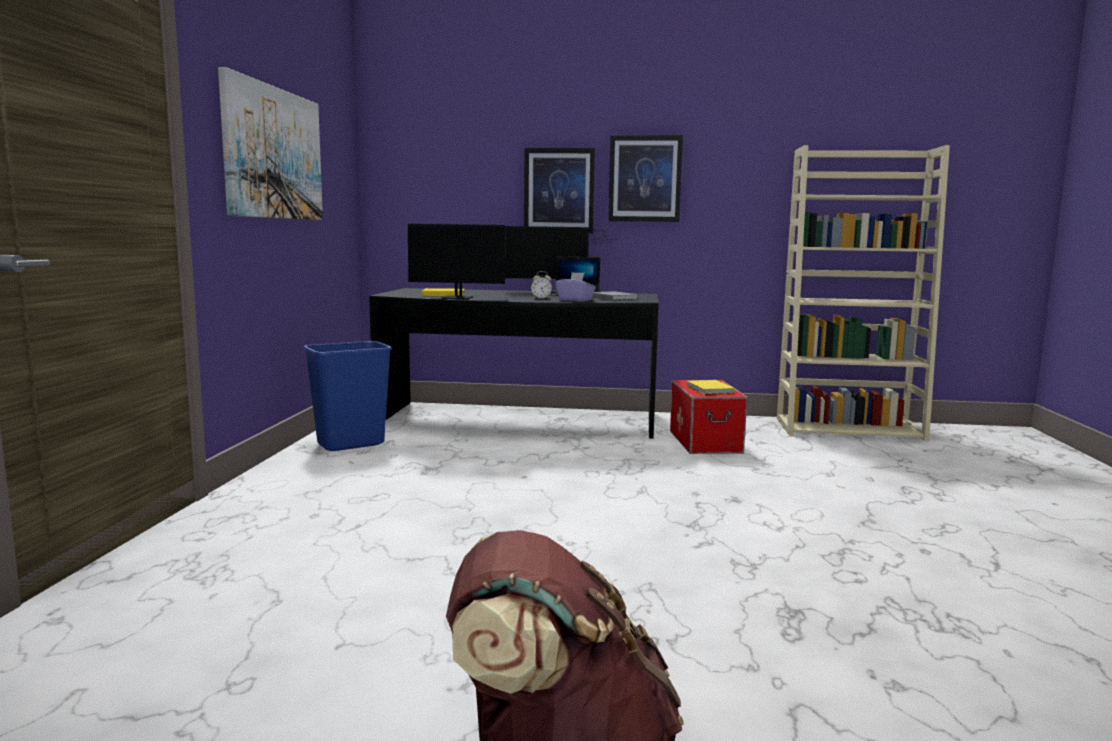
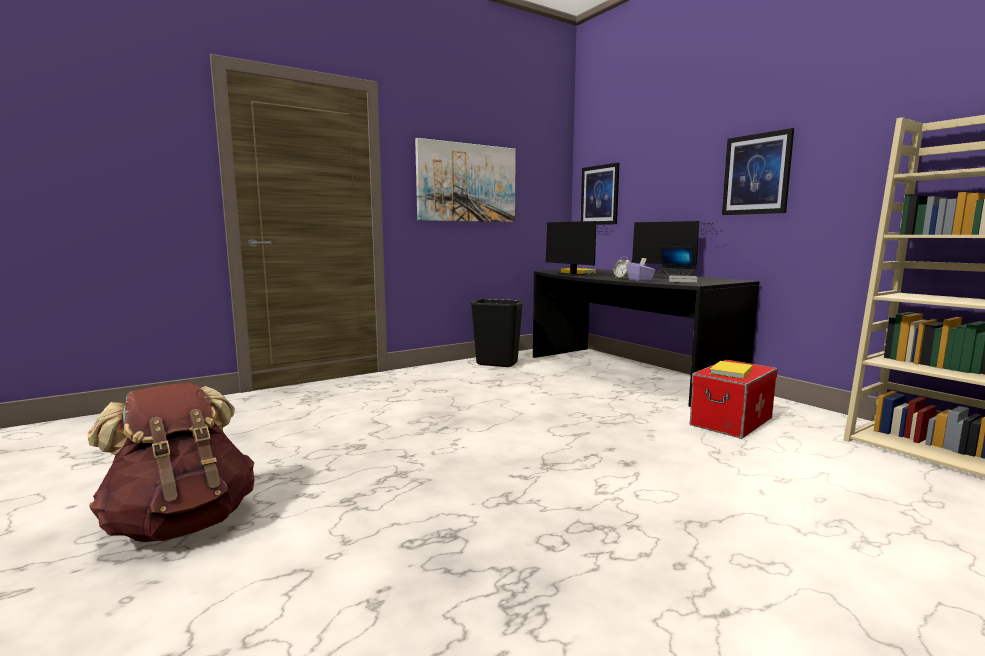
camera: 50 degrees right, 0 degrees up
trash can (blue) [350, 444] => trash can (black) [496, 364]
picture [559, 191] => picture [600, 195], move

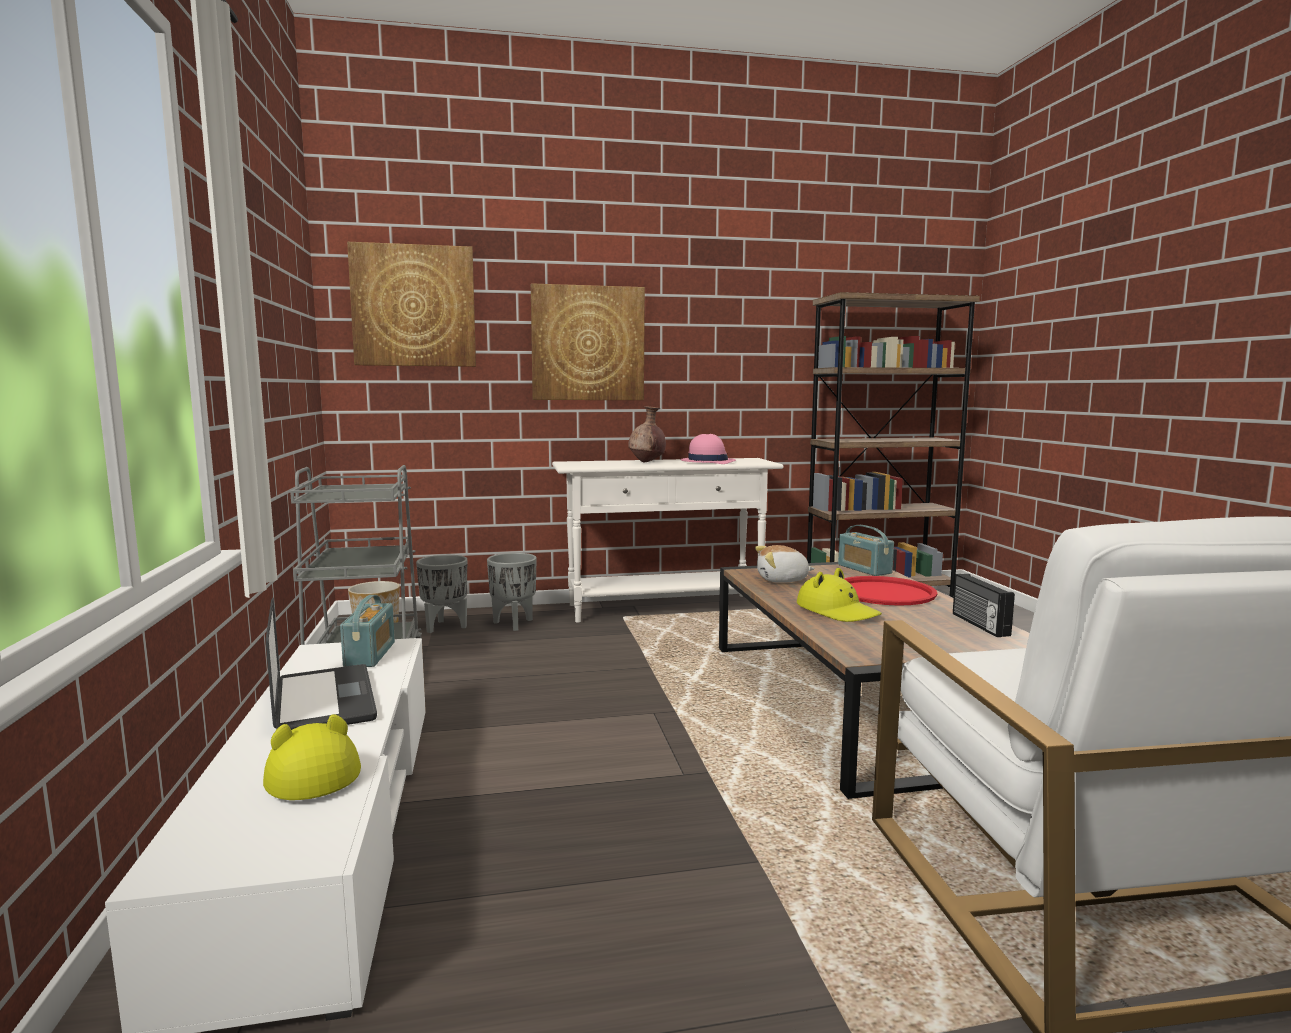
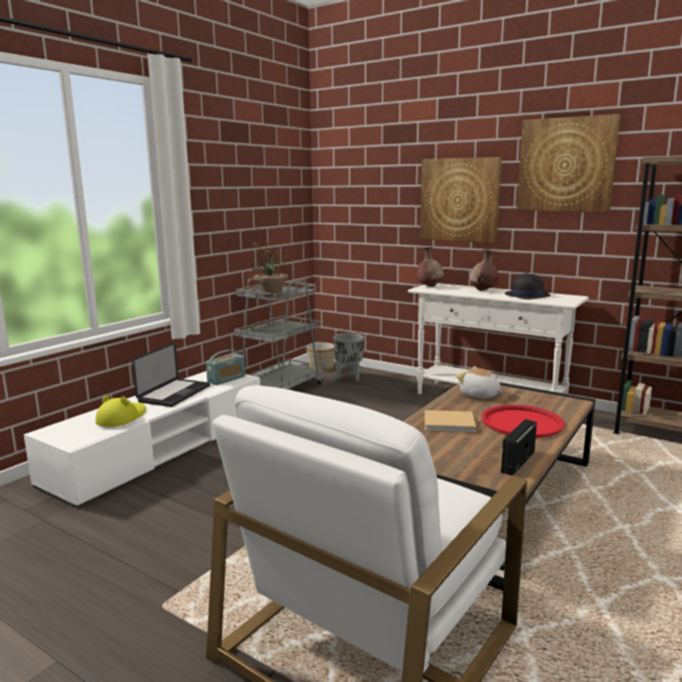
camera: 45 degrees right, 5 degrees up
nothing => potted plant [270, 295]
nothing => vase (brown) [429, 286]
hat (yellow) [837, 611] => book (beige) [450, 423]
hat (pink) [707, 461] => hat (black) [527, 295]
picture [414, 306] => picture [566, 165], move
planter (grey) [514, 624] => nothing
radio [864, 569] => nothing

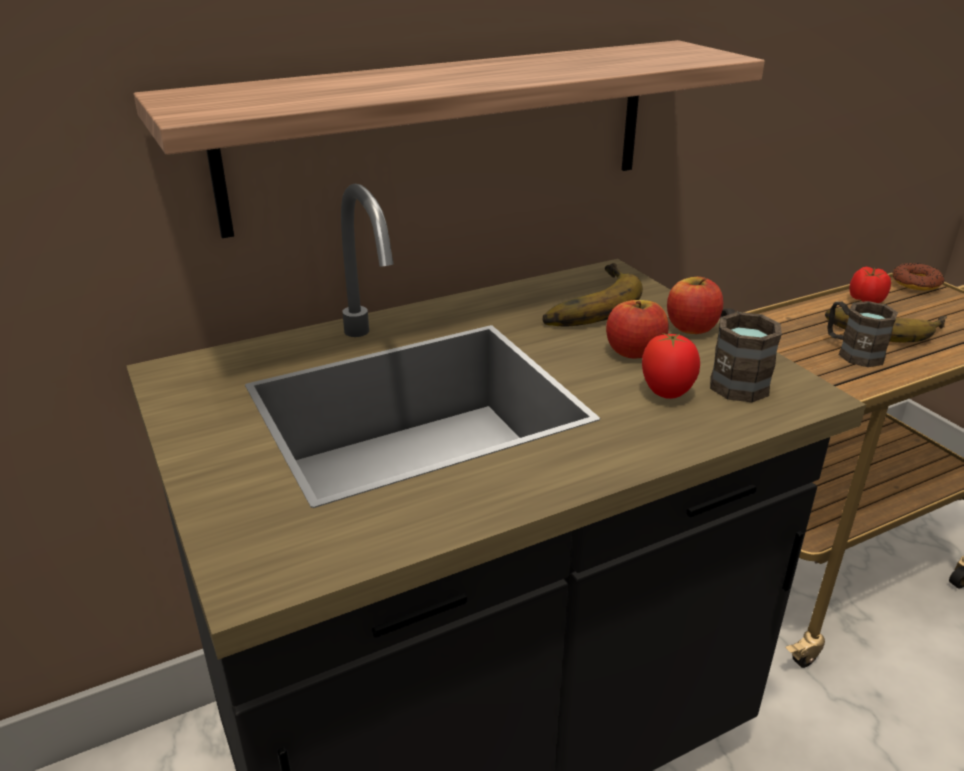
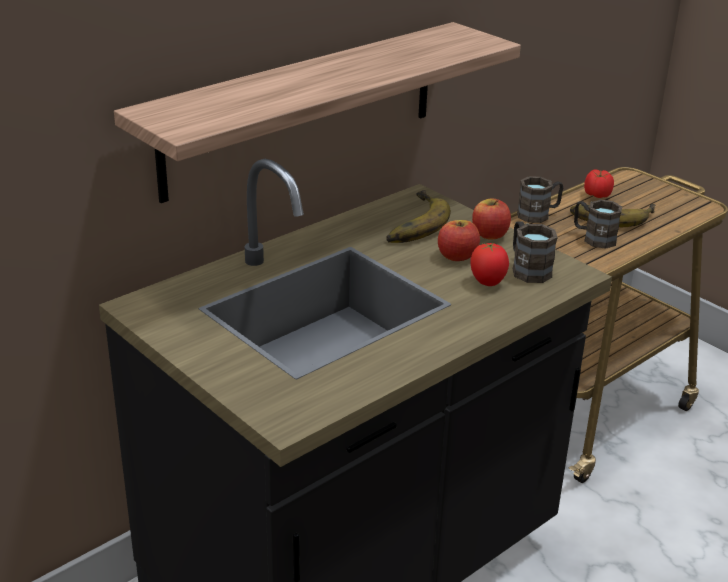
camera: 15 degrees left, 0 degrees up
nothing => mug (brown) [539, 214]
donut [915, 283] => nothing

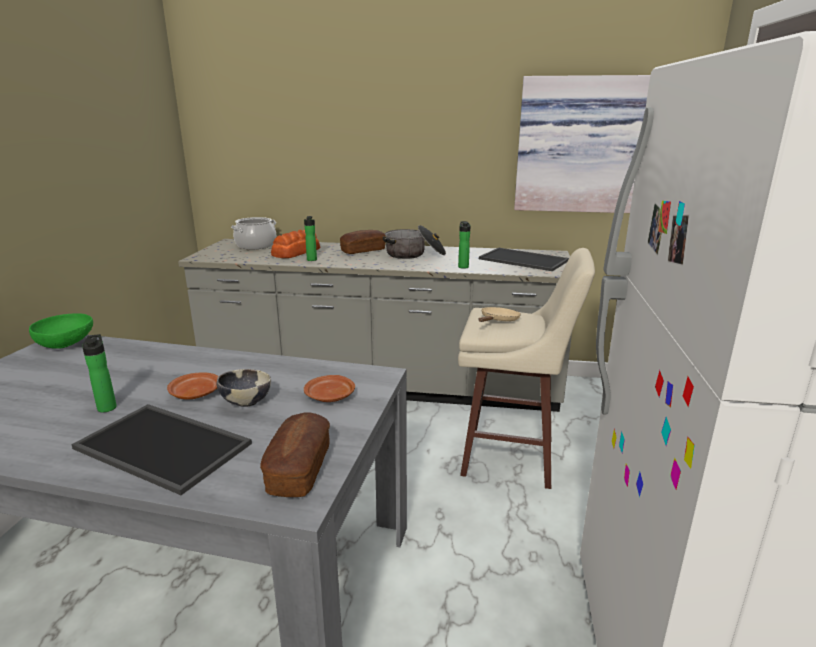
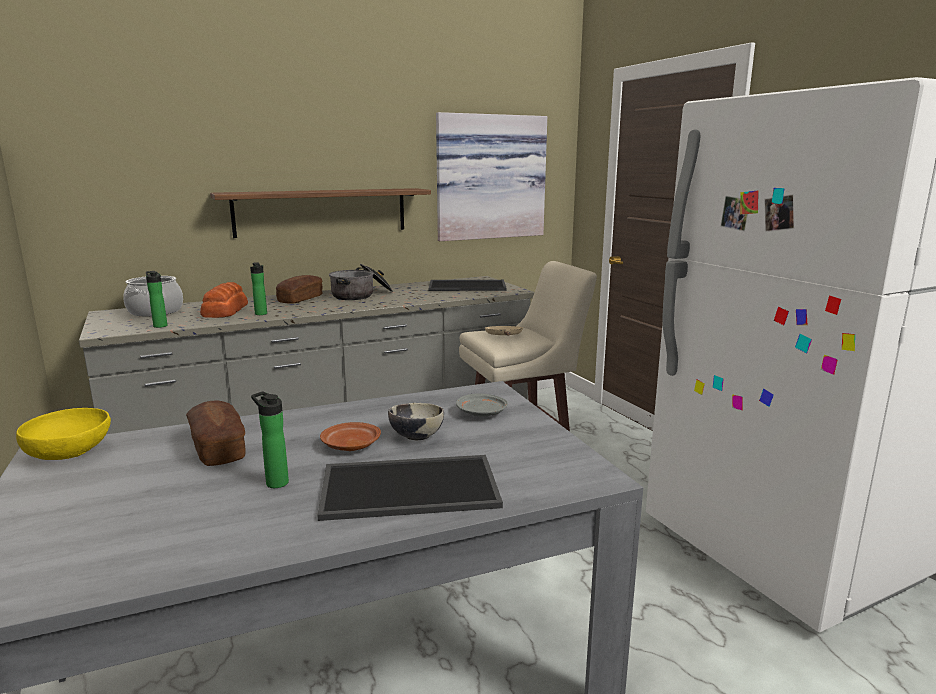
camera: 35 degrees left, 5 degrees down
bowl (green) [67, 344] => bowl (yellow) [70, 452]
bottle [463, 266] => bottle [160, 325], move
bread [299, 469] => bread [218, 448], move
nothing => shelf [321, 212]
plate (brown) [330, 397] => plate (grey) [482, 413]

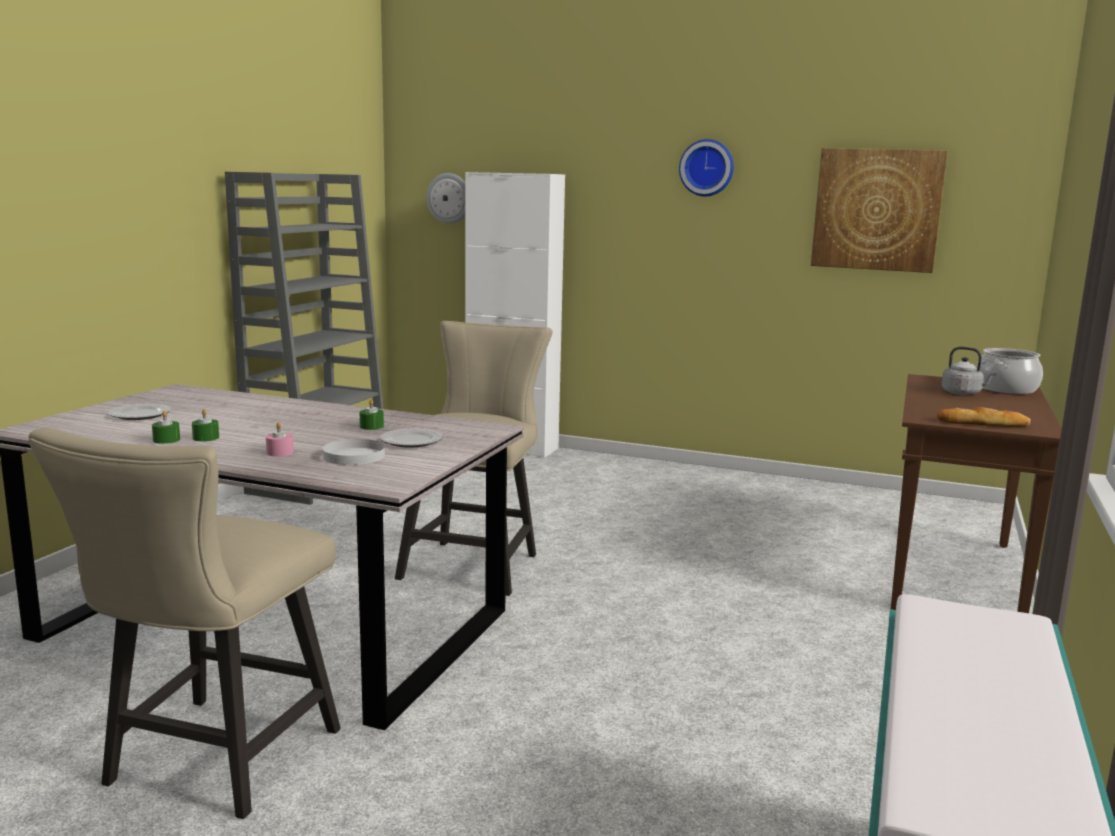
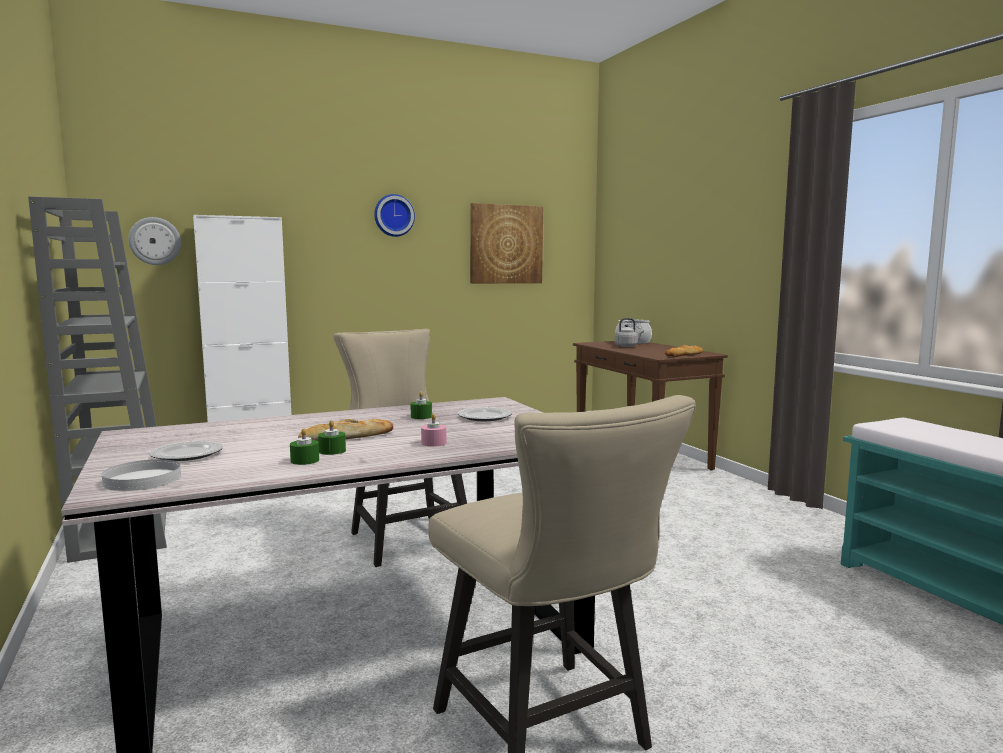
camera: 45 degrees left, 5 degrees down
plate (white) [354, 456] => plate (white) [143, 479], move
nothing => bread [346, 437]

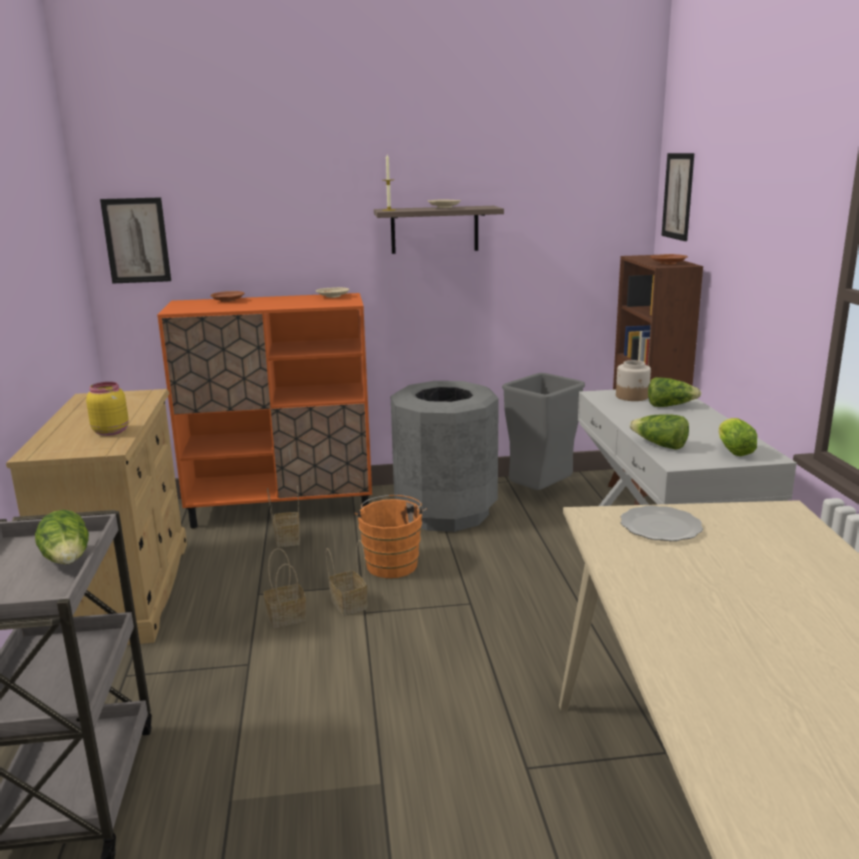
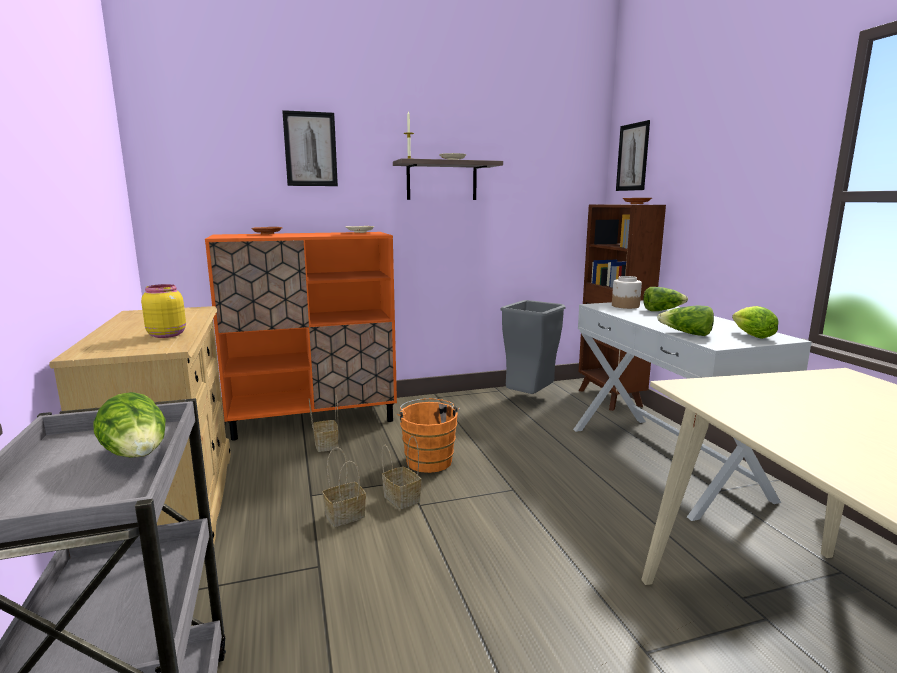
camera: 10 degrees left, 5 degrees down
picture [136, 240] => picture [310, 149], move
trash can (grey) [446, 512] => nothing
plate [659, 527] => nothing

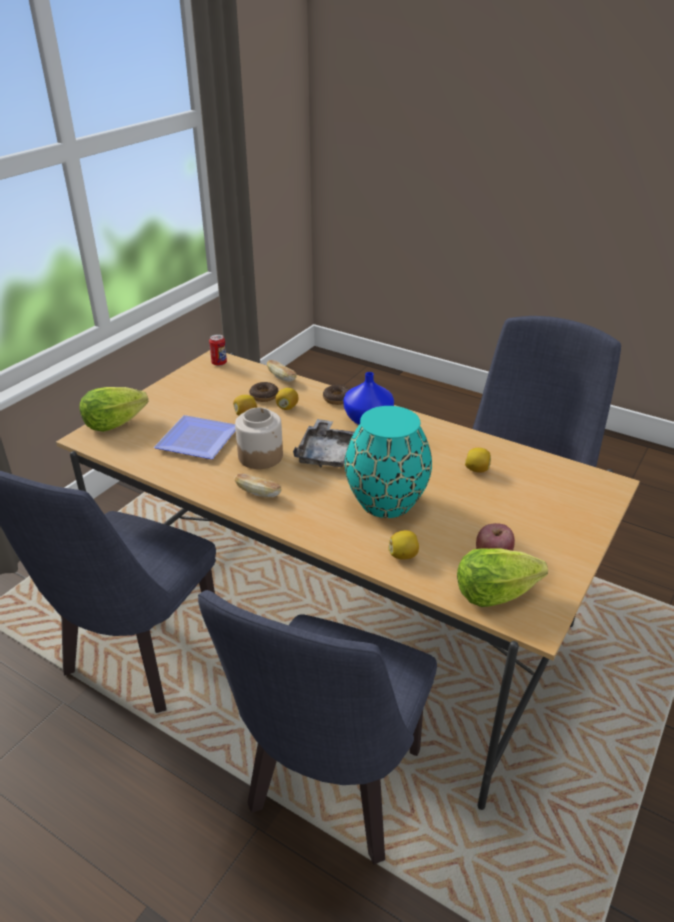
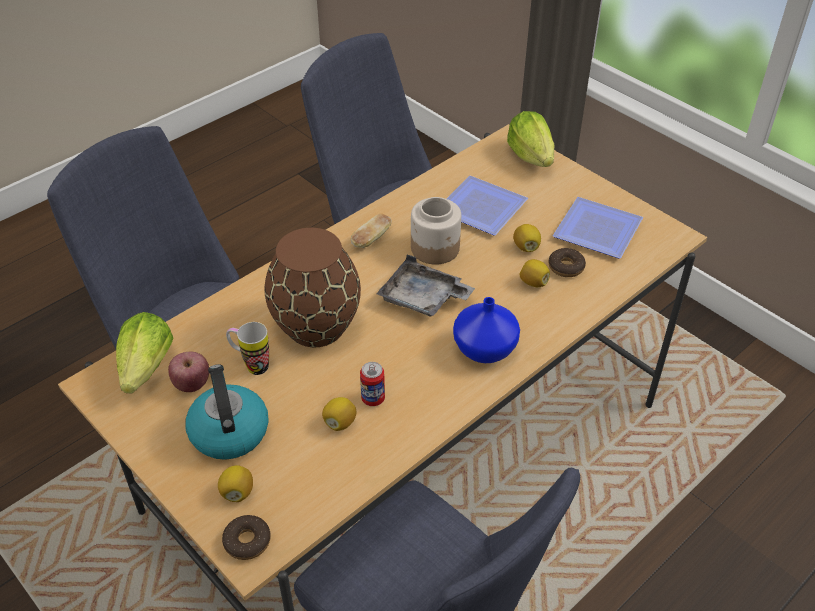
camera: 105 degrees right, 10 degrees up
nothing => kettle [228, 431]
lemon [403, 555] => lemon [237, 492], move
donut [337, 399] => donut [247, 541], move
nothing => mug [251, 365]
vase (turquoise) [386, 502] => vase (brown) [315, 326]
can [219, 363] => can [373, 398], move
nothing => plate [594, 231]
bread [281, 377] => nothing

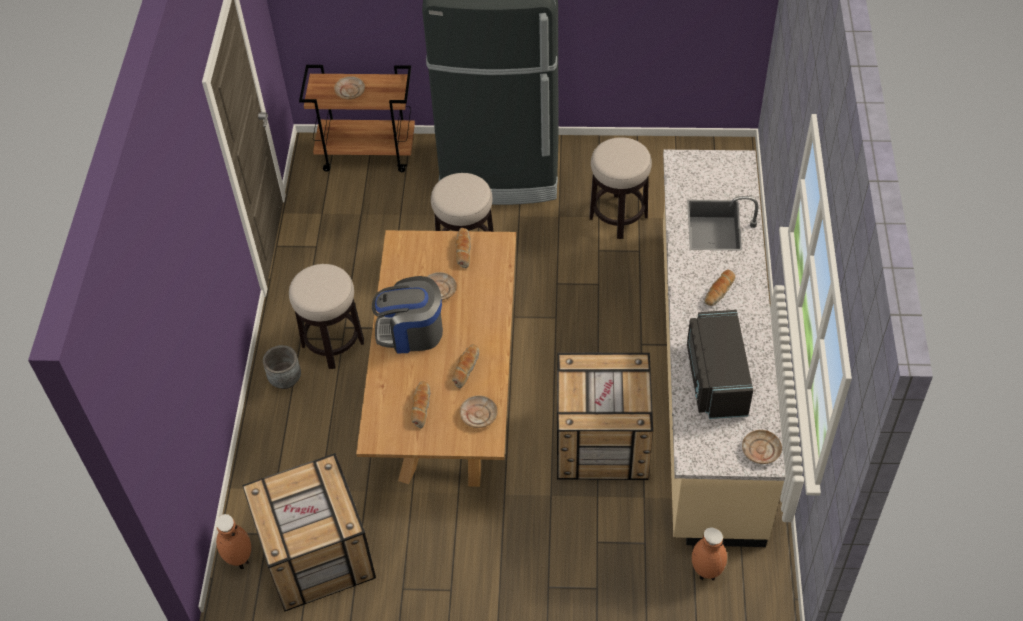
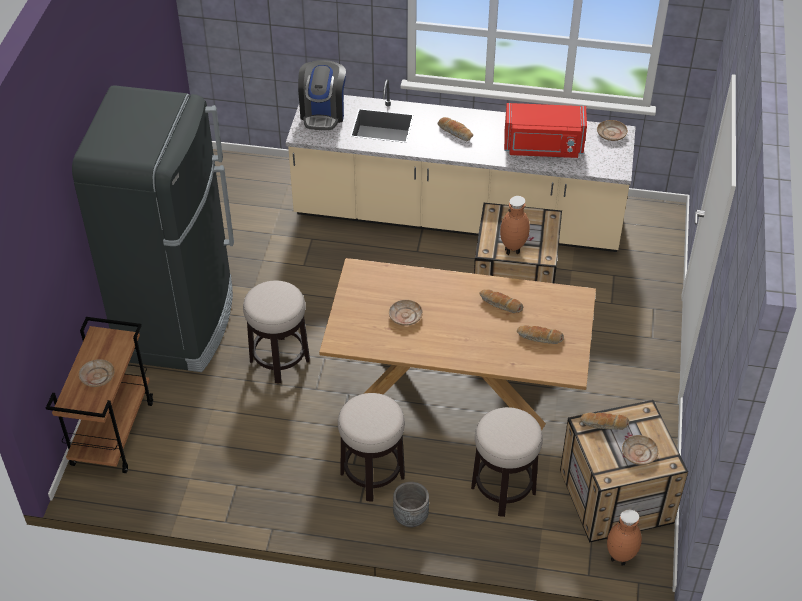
camera: 85 degrees left, 5 degrees down
coffee machine [411, 332] => coffee machine [323, 113], move
stool [618, 217] => stool [503, 489], move
vase (brown) [705, 574] => vase (brown) [513, 250], move
microwave (black) [715, 379] => microwave (red) [543, 147]
bread [463, 251] => bread [604, 424], move
plate (beige) [478, 415] => plate (beige) [639, 453], move

